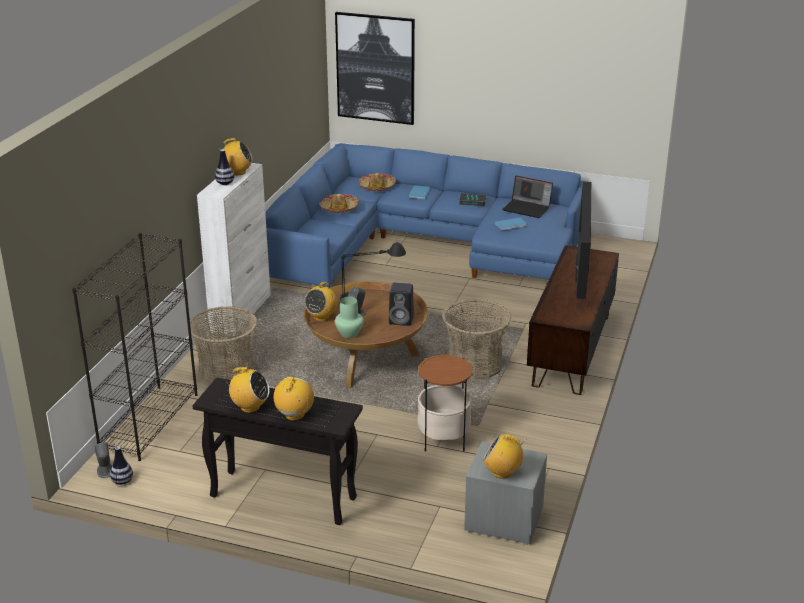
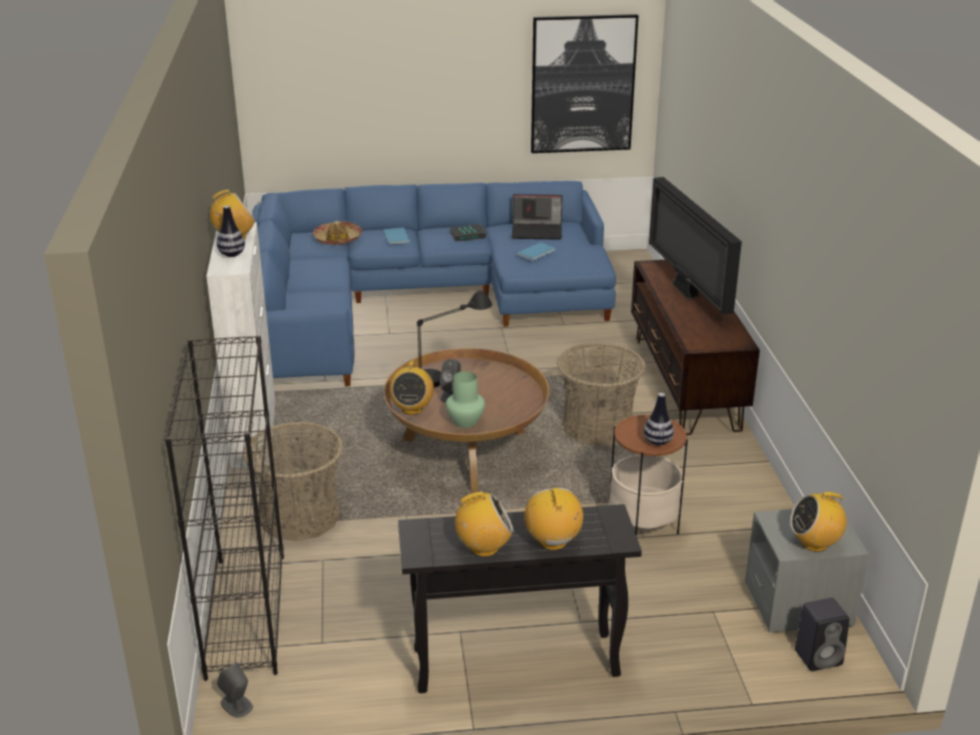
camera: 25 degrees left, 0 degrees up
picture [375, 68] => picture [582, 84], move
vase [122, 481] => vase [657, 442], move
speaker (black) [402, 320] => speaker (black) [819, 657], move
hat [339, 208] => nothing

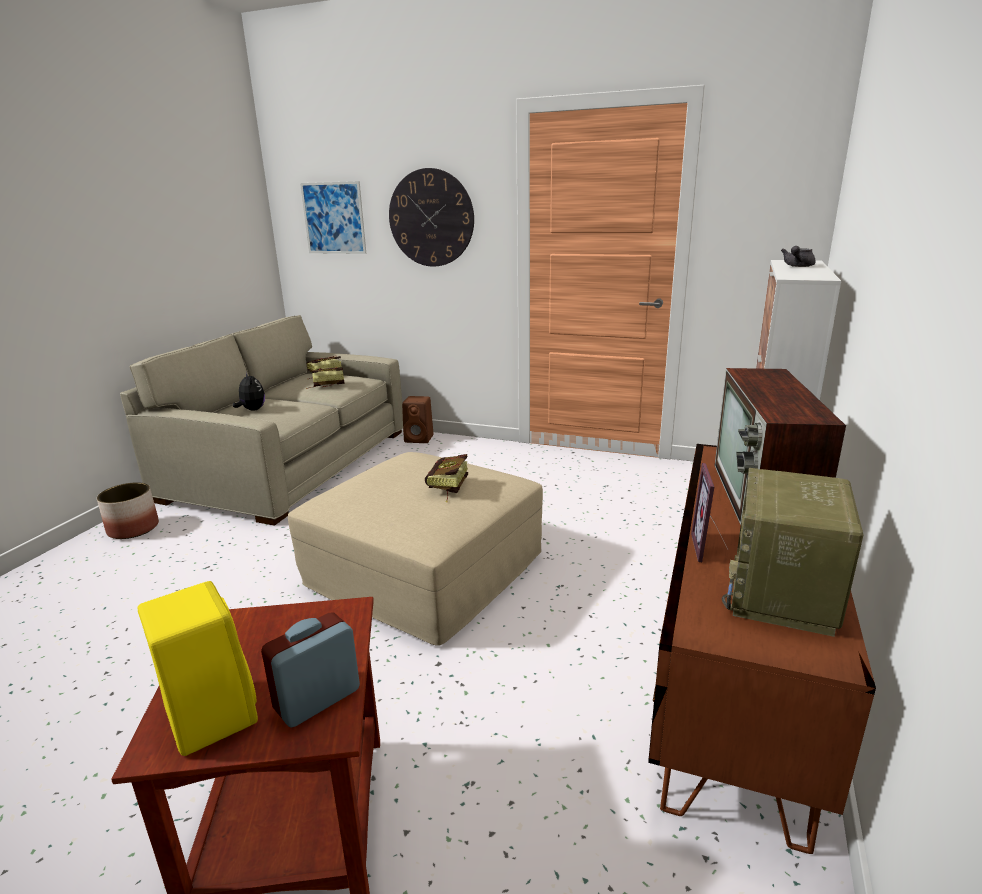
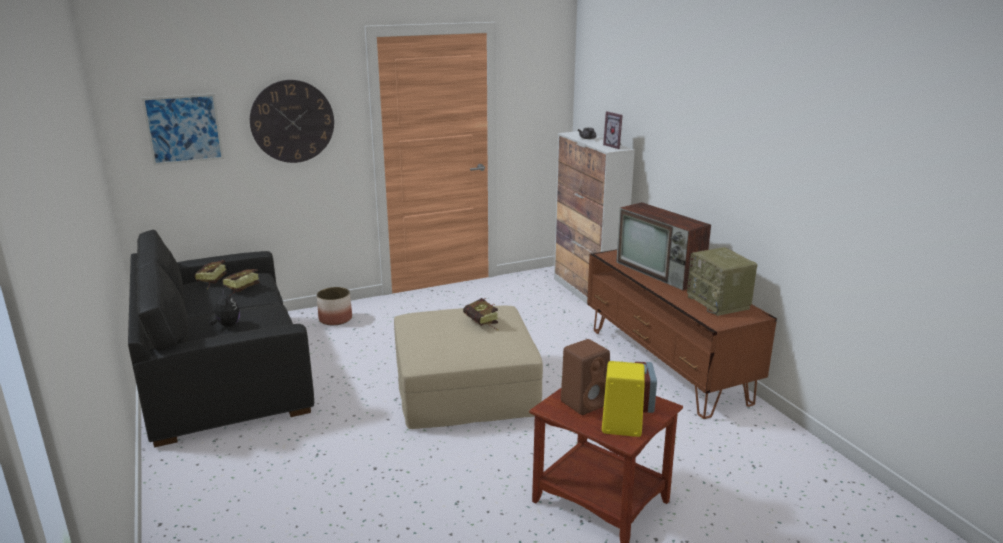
camera: 45 degrees left, 0 degrees up
sofa (beige) [290, 463] => sofa (black) [222, 372]
plush toy [252, 410] => plush toy [227, 325], 45 degrees clockwise
planter [134, 528] => planter [335, 319], move
speaker (brown) [420, 439] => speaker (brown) [585, 402], move
picture frame [711, 548] => picture frame [615, 146], move

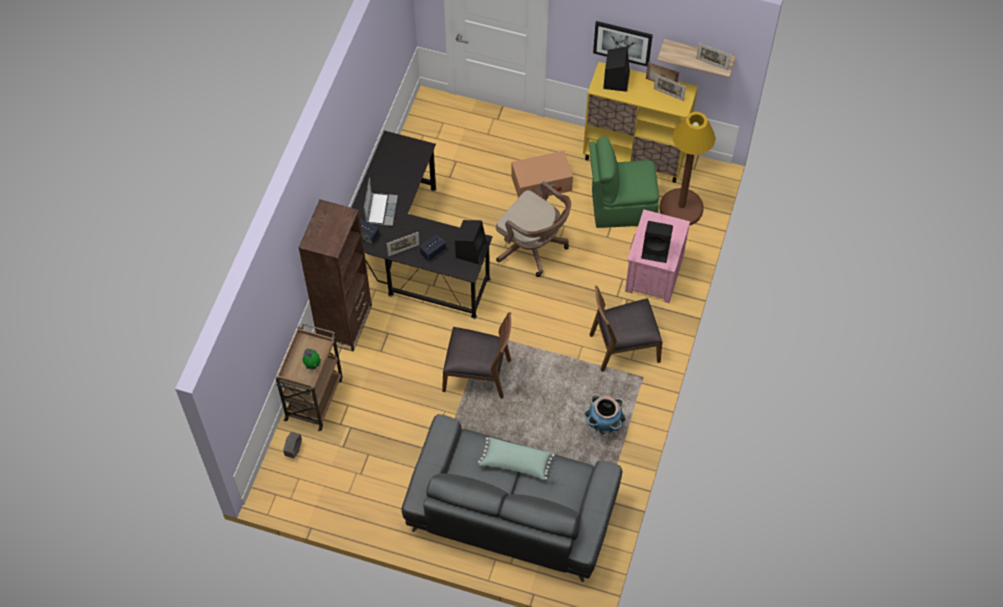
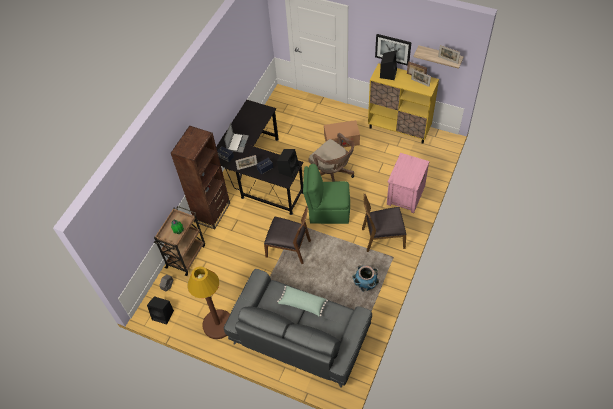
camera: 10 degrees right, 5 degrees down
speaker (black) [656, 250] => speaker (black) [163, 315], move
floor lamp (brown) [681, 208] => floor lamp (brown) [218, 324], move
chair (green) [621, 207] => chair (green) [328, 211], move

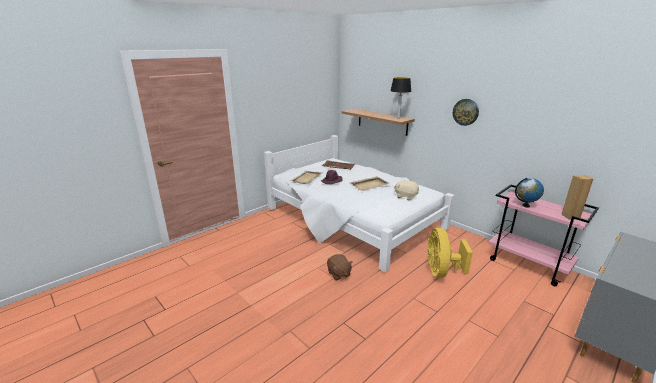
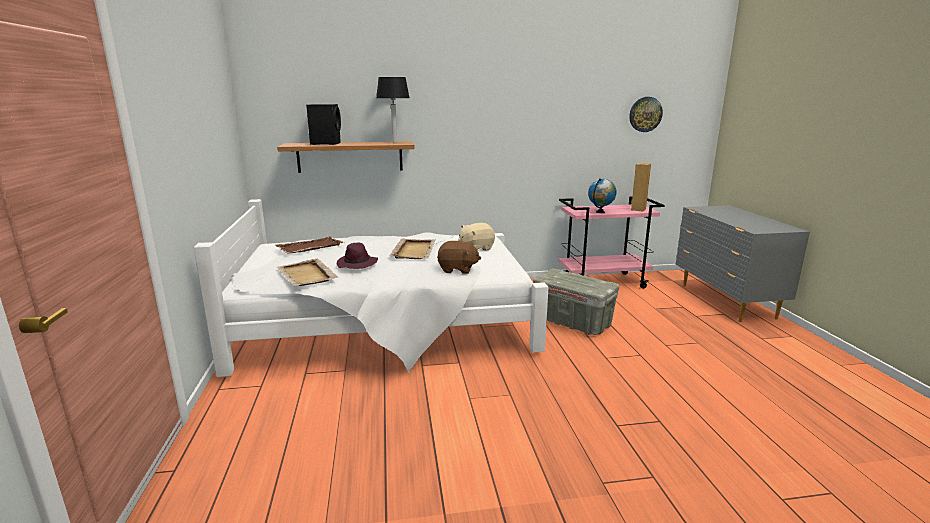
camera: 55 degrees left, 5 degrees down
nothing => speaker (black) [326, 143]
plush toy (brown) [338, 274] => plush toy (brown) [457, 269], move
fan (yellow) [441, 271] => storage box (grey) [573, 322]
wall clock [465, 112] => wall clock [645, 114], move

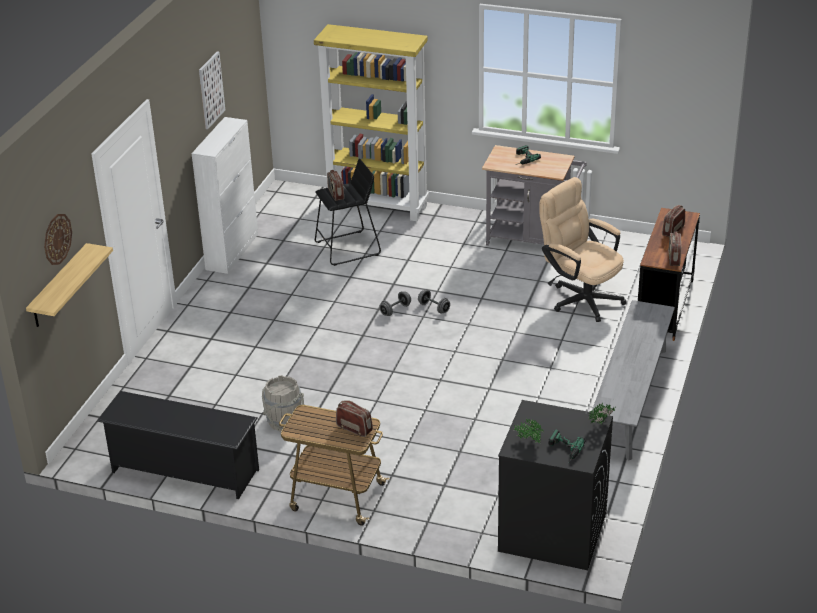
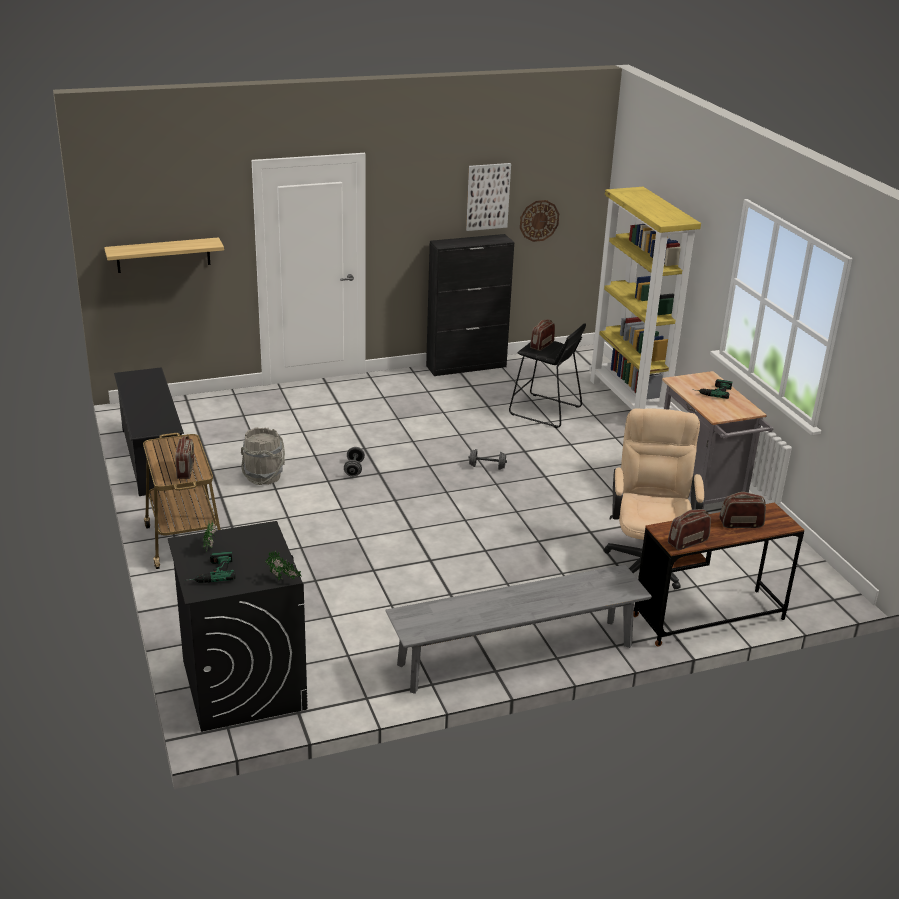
camera: 50 degrees right, 5 degrees down
dumbbell (grey) [434, 308] => dumbbell (grey) [354, 469], move
cabinet (white) [232, 251] => cabinet (black) [466, 366]
wall clock [57, 239] => wall clock [539, 220], move

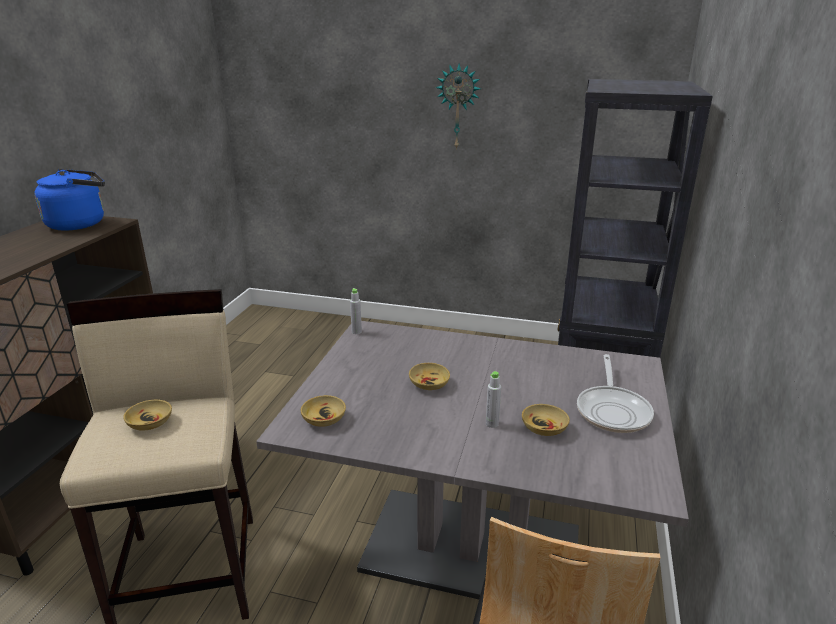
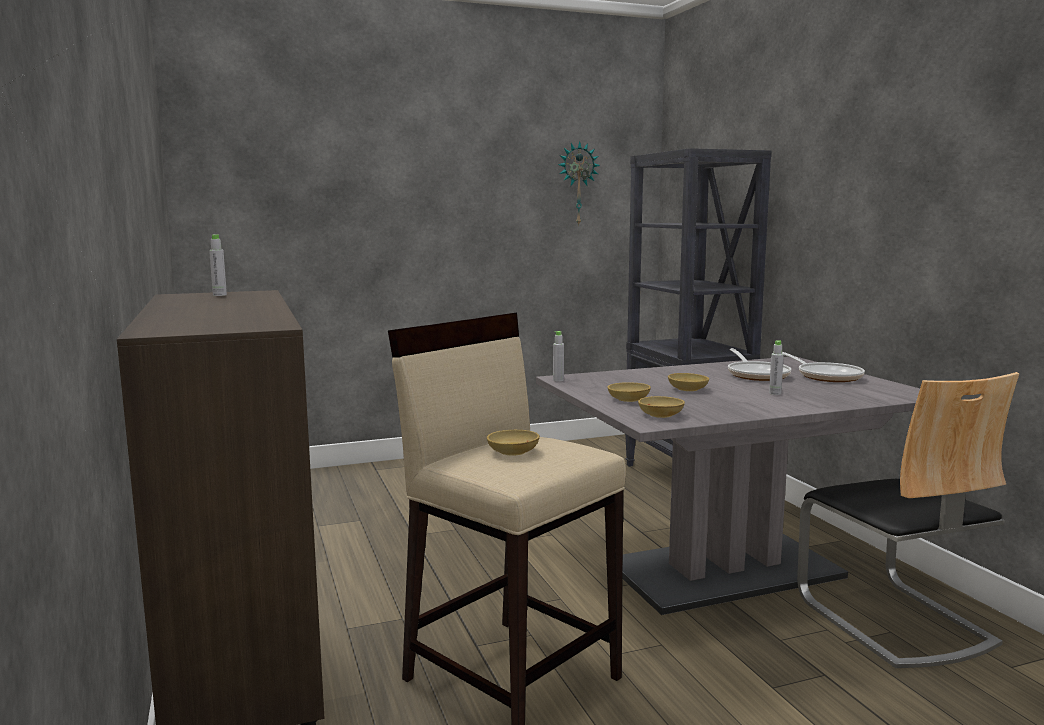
camera: 35 degrees left, 15 degrees down
kettle (blue) [80, 224] => bottle (grey) [219, 295]
wall clock [458, 107] => wall clock [577, 184], move
bowl (beige) [543, 428] => bowl (beige) [628, 399], move
nothing => frying pan [756, 374]

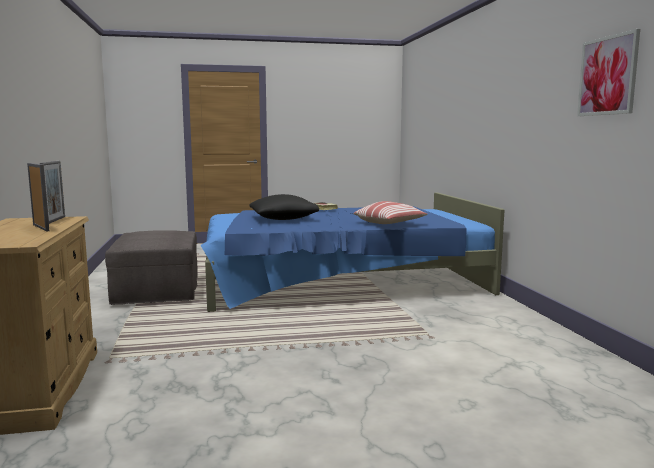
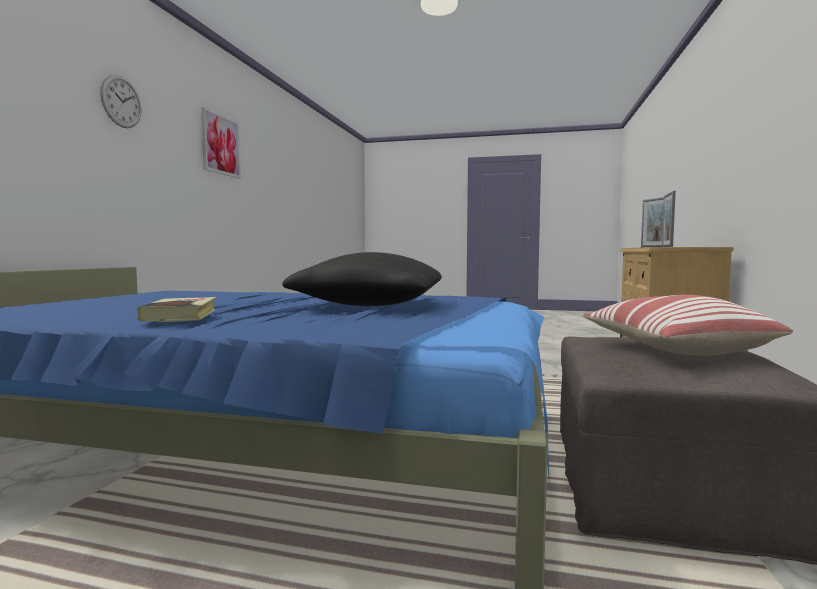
camera: 155 degrees left, 5 degrees down
nothing => wall clock [121, 101]
pillow [390, 224] => pillow [675, 349], move

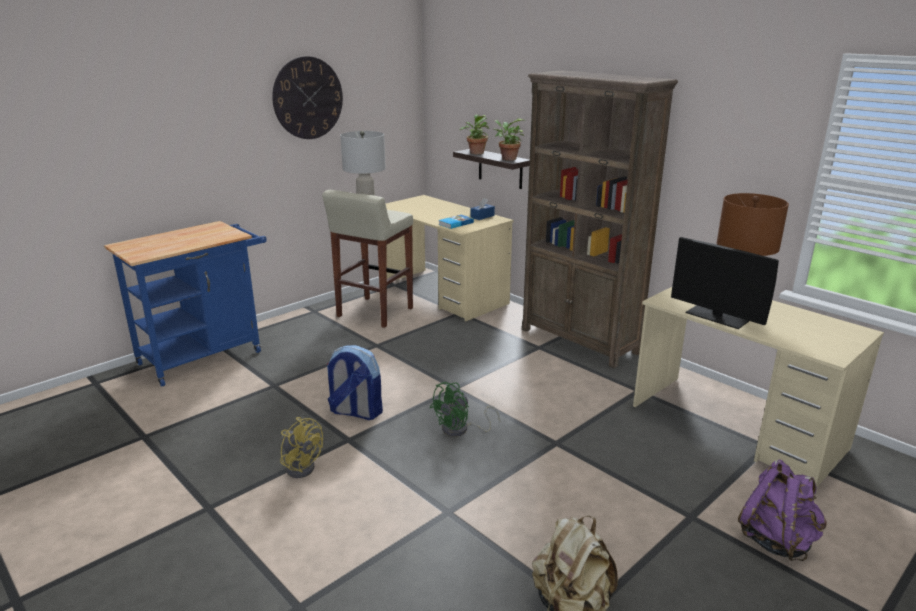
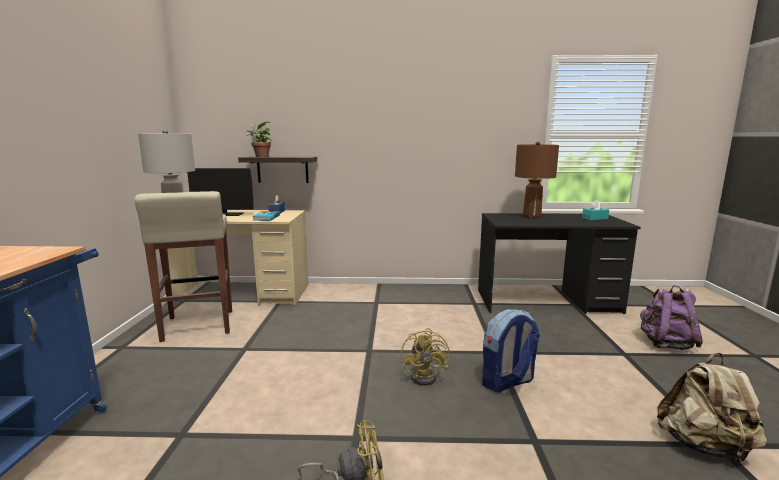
camera: 45 degrees left, 10 degrees down
monitor [716, 317] => monitor [224, 214], move
fan (green) [461, 430] => fan (yellow) [428, 376]
desk (beige) [736, 427] => desk (black) [546, 302]
backpack [355, 412] => backpack [507, 382], move
nothing => tissue box (turquoise) [595, 218]
wall clock [308, 98] => nothing
potted plant [507, 159] => nothing
bookcase (brown) [579, 341] => nothing

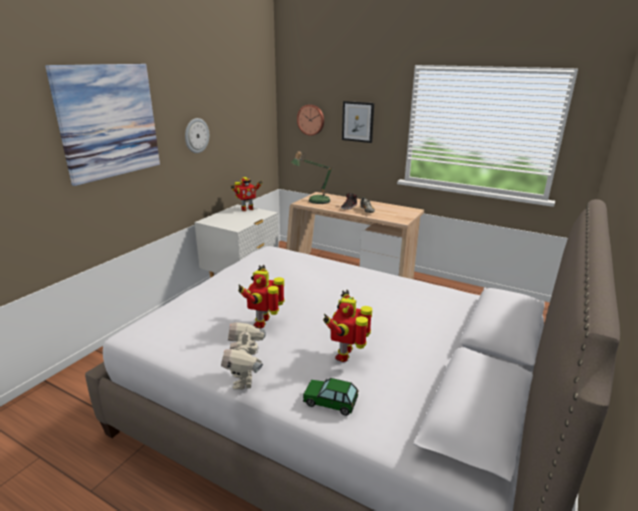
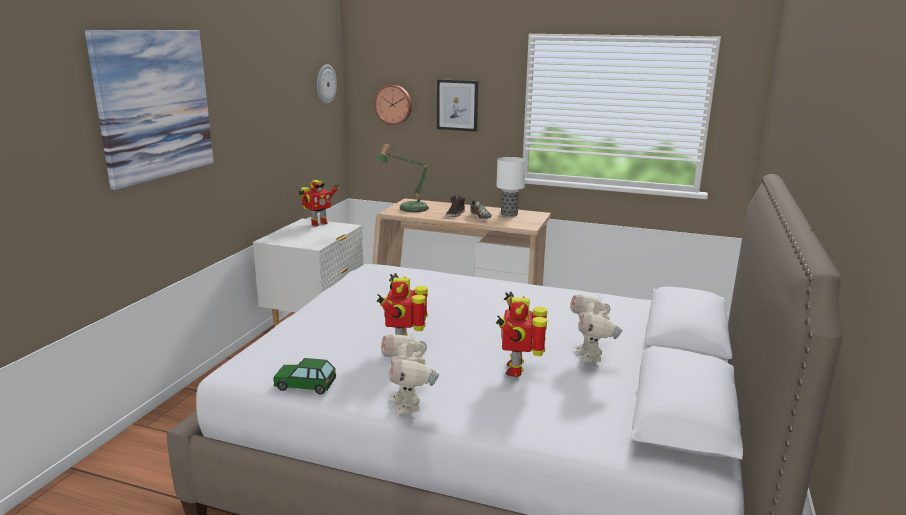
camera: 10 degrees left, 5 degrees down
toy car [330, 401] => toy car [305, 385], move
wall clock [196, 135] => wall clock [325, 84], move
nothing => table lamp [509, 215]
nothing => toy robot [590, 356]

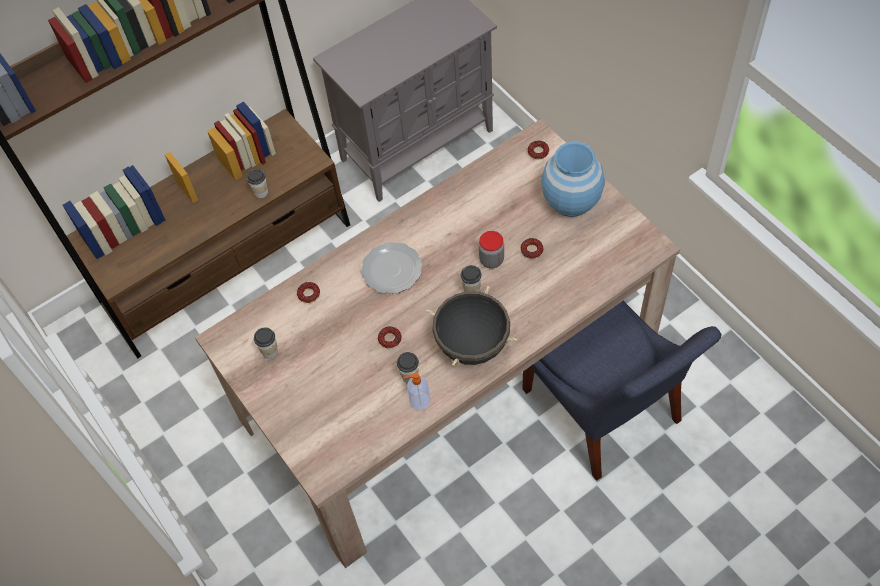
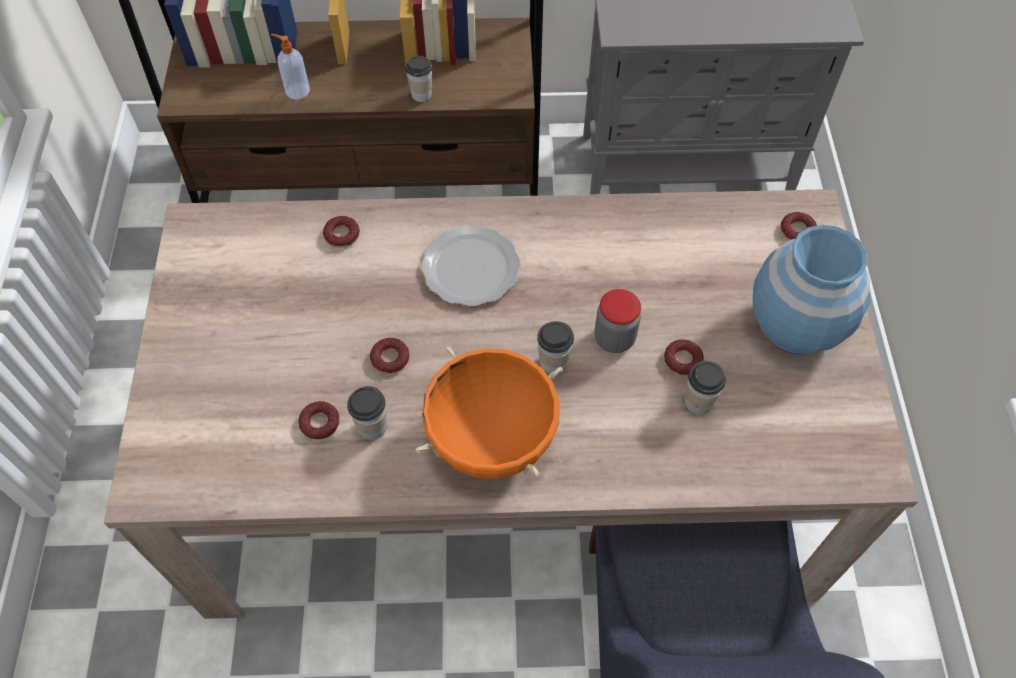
camera: 30 degrees right, 0 degrees up
soap dispenser [419, 401] => soap dispenser [296, 90], move
nothing => donut [320, 423]
cooking pot (black) [472, 345] => cooking pot (orange) [491, 440]
cup [270, 351] => cup [698, 402], move

